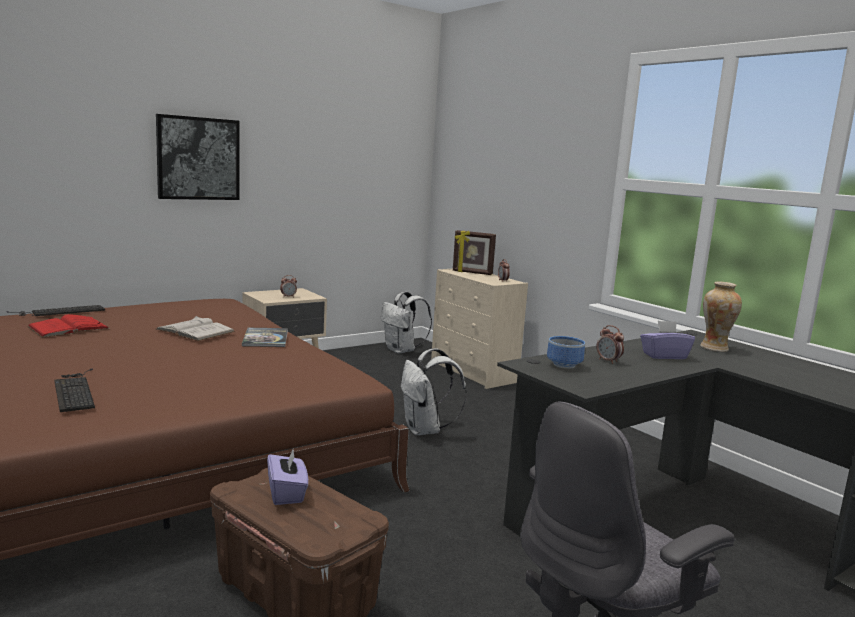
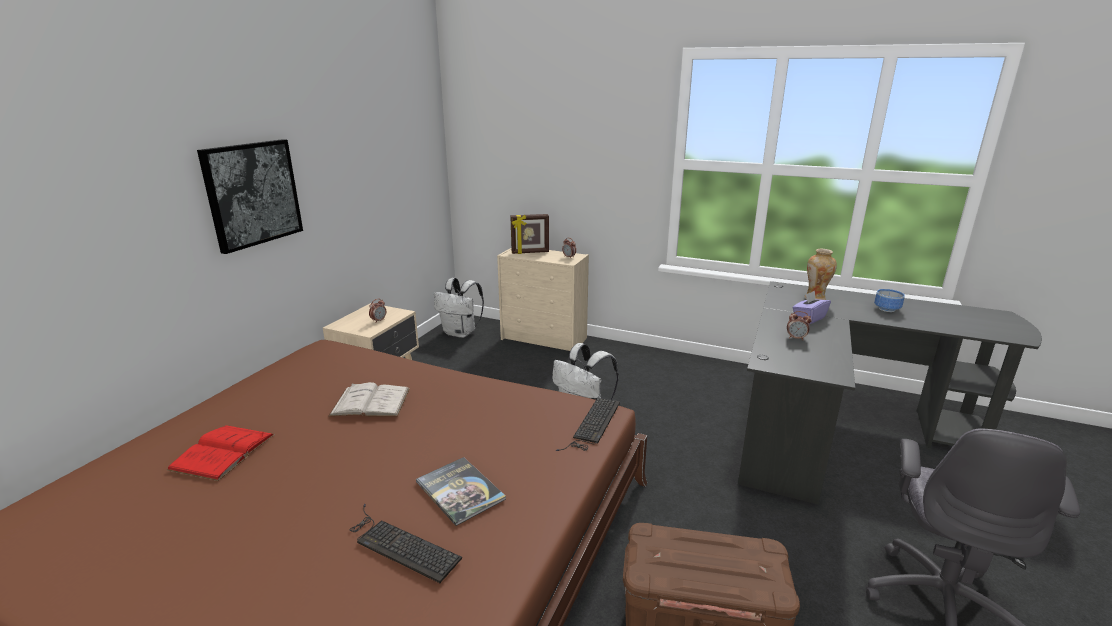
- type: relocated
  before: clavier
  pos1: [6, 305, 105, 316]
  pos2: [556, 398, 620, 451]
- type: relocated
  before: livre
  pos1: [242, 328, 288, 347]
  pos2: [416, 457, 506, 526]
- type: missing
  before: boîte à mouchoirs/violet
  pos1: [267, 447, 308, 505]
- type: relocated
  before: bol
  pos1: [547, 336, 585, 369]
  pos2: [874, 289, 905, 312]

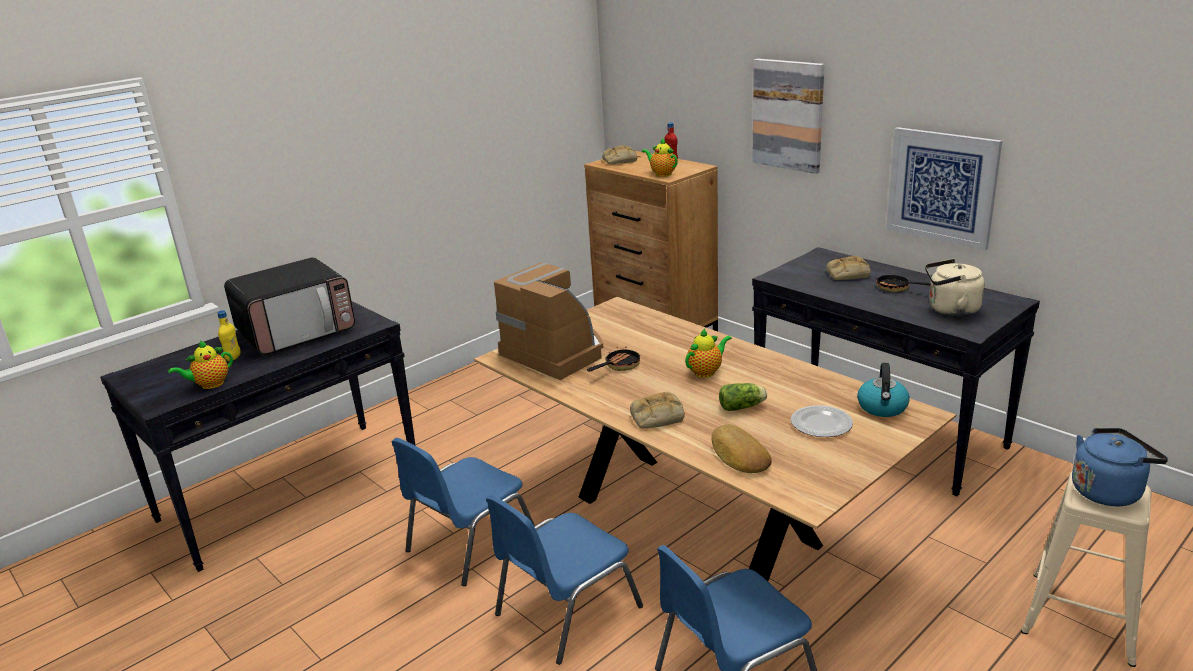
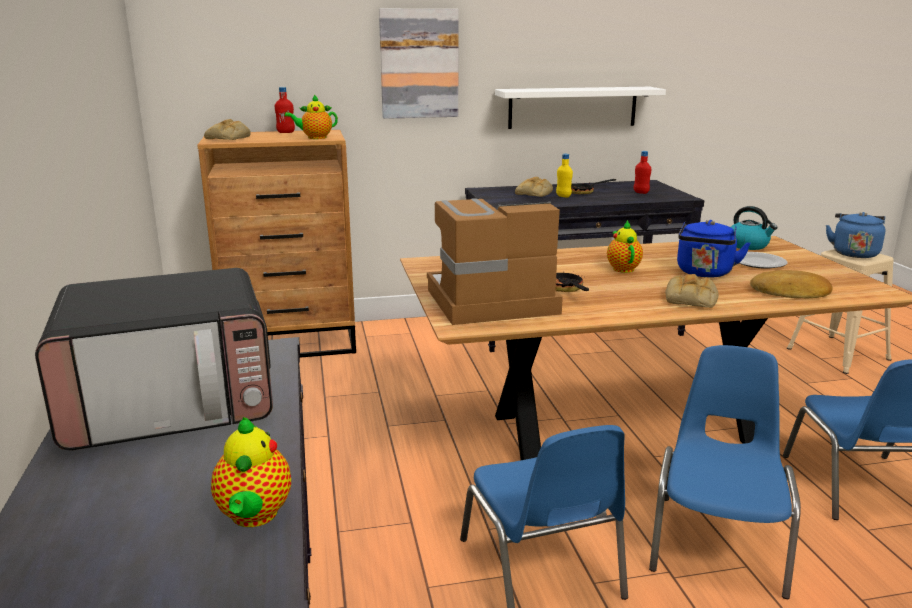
- type: relocated
  before: bouteille/jaune
  pos1: [217, 310, 241, 362]
  pos2: [556, 154, 573, 197]
- type: spun
  before: micro-ondes
  pos1: [224, 257, 355, 355]
  pos2: [35, 268, 273, 451]
  turn: 75
- type: spun
  before: chaise/bleu
  pos1: [486, 495, 643, 665]
  pos2: [649, 345, 801, 599]
  turn: -150
- type: exchanged
  before: laitue
  after: bouilloire/bleu
  pos1: [719, 383, 767, 411]
  pos2: [677, 220, 751, 278]
- type: exchanged
  before: tableau
  after: étagère/blanc
  pos1: [886, 127, 1002, 251]
  pos2: [495, 87, 666, 129]
- type: exchanged
  before: bouilloire/beige
  after: bouteille/rouge
  pos1: [925, 259, 985, 316]
  pos2: [634, 151, 651, 194]

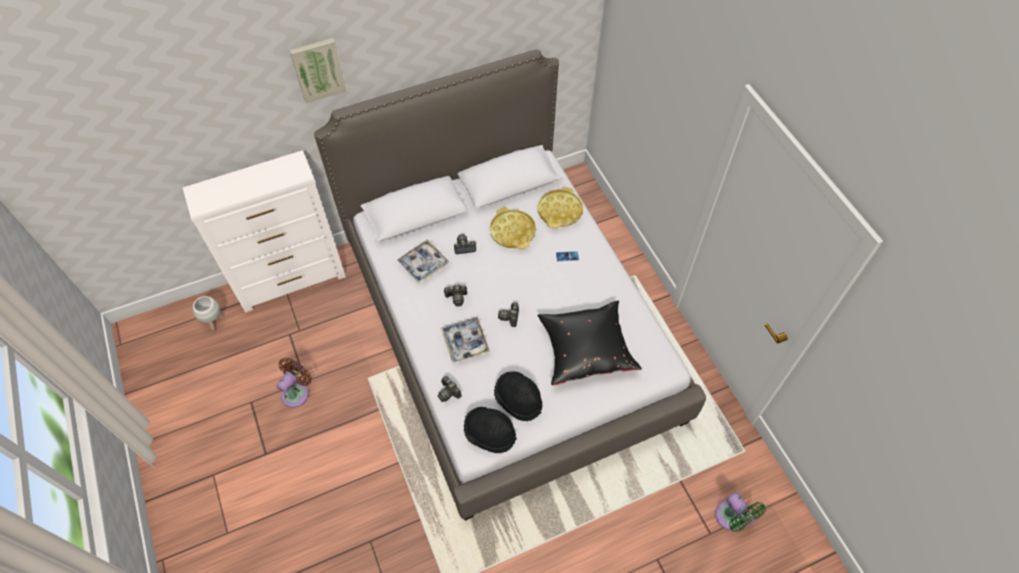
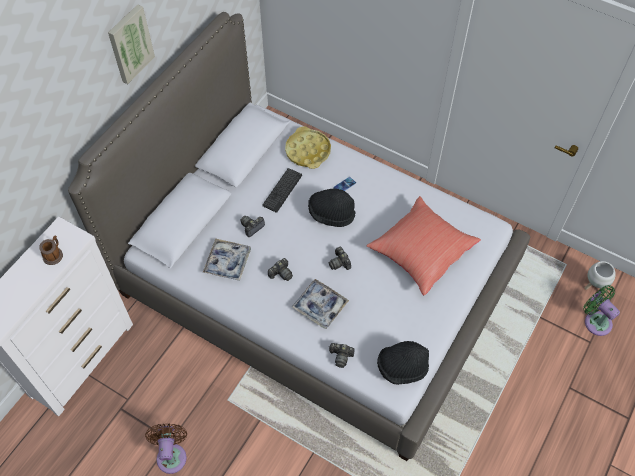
- type: relocated
  before: cache-pot/blanc
  pos1: [192, 296, 223, 330]
  pos2: [585, 261, 616, 292]
- type: relocated
  before: tableau
  pos1: [289, 38, 346, 103]
  pos2: [108, 4, 155, 84]
- type: exchanged
  before: plateau/jaune
  after: clavier
  pos1: [490, 207, 536, 249]
  pos2: [263, 168, 302, 213]
- type: relocated
  before: chapeau/noir
  pos1: [494, 371, 543, 421]
  pos2: [308, 188, 356, 227]
- type: colour
  before: coussin/noir
  after: coussin/rouge
  pos1: [537, 301, 642, 386]
  pos2: [367, 196, 481, 295]
- type: spun
  before: ventilateur/vert
  pos1: [715, 492, 766, 532]
  pos2: [583, 285, 620, 336]
  turn: -150
- type: appeared
  after: mug
  pos2: [39, 236, 63, 265]

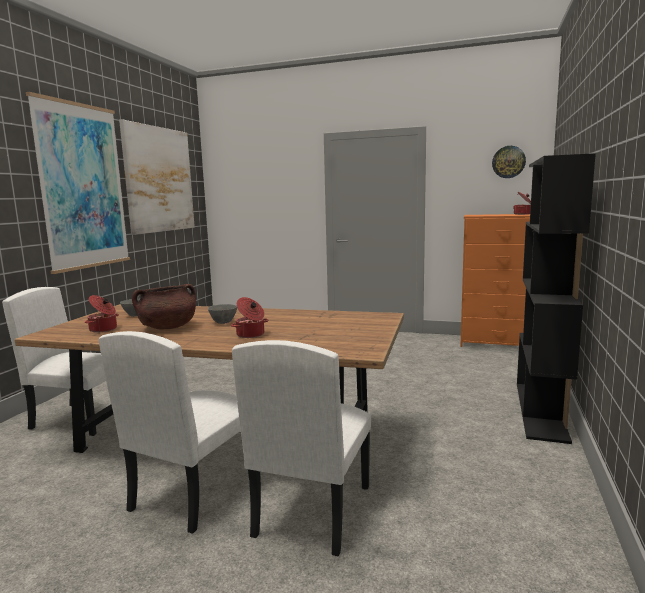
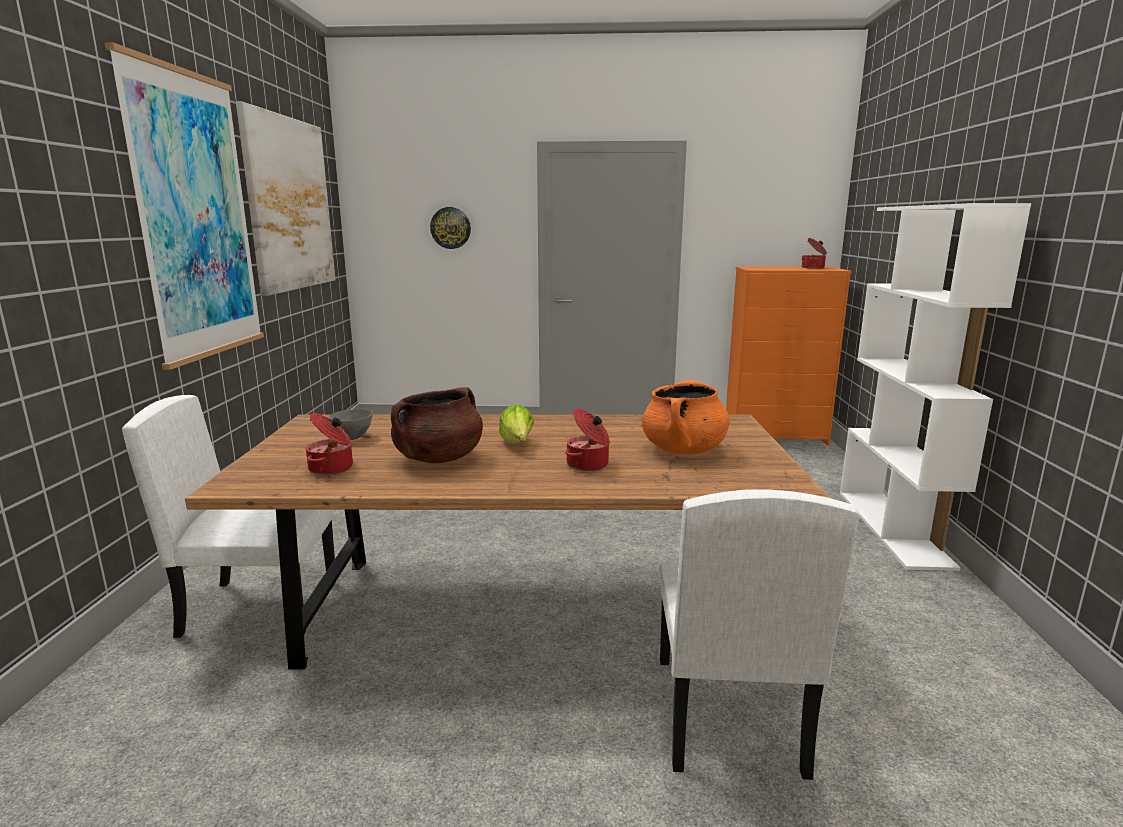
- type: missing
  before: chaise/blanc
  pos1: [99, 331, 241, 534]
- type: exchanged
  before: bol/gris
  after: laitue
  pos1: [208, 304, 237, 324]
  pos2: [499, 404, 534, 444]
- type: relocated
  before: horloge murale
  pos1: [492, 146, 526, 178]
  pos2: [430, 207, 471, 249]
- type: colour
  before: bibliothèque/noir
  after: bibliothèque/blanc
  pos1: [517, 153, 596, 444]
  pos2: [840, 203, 1031, 571]
- type: appeared
  after: marmite/orange
  pos2: [642, 380, 730, 455]

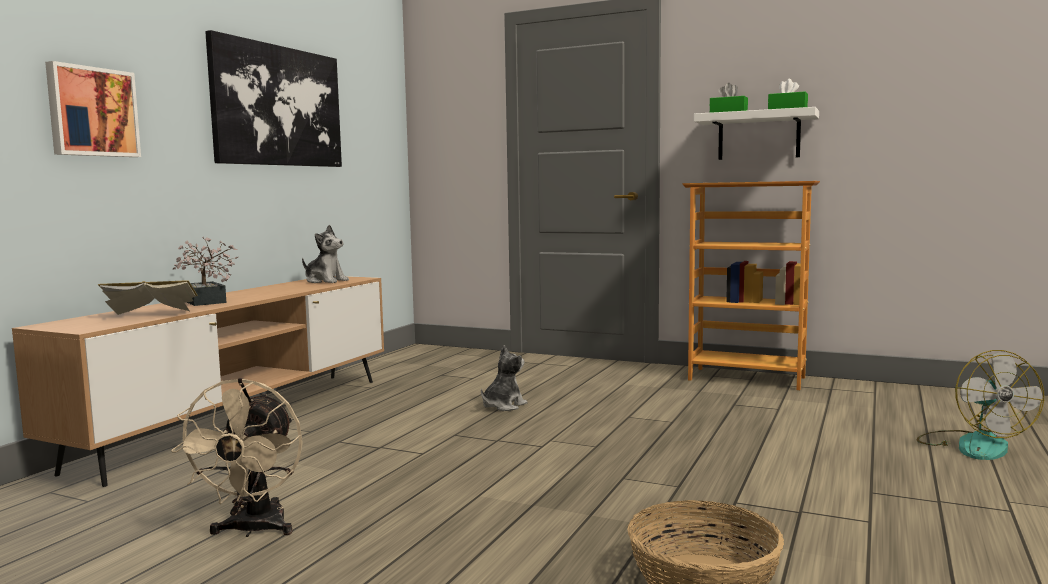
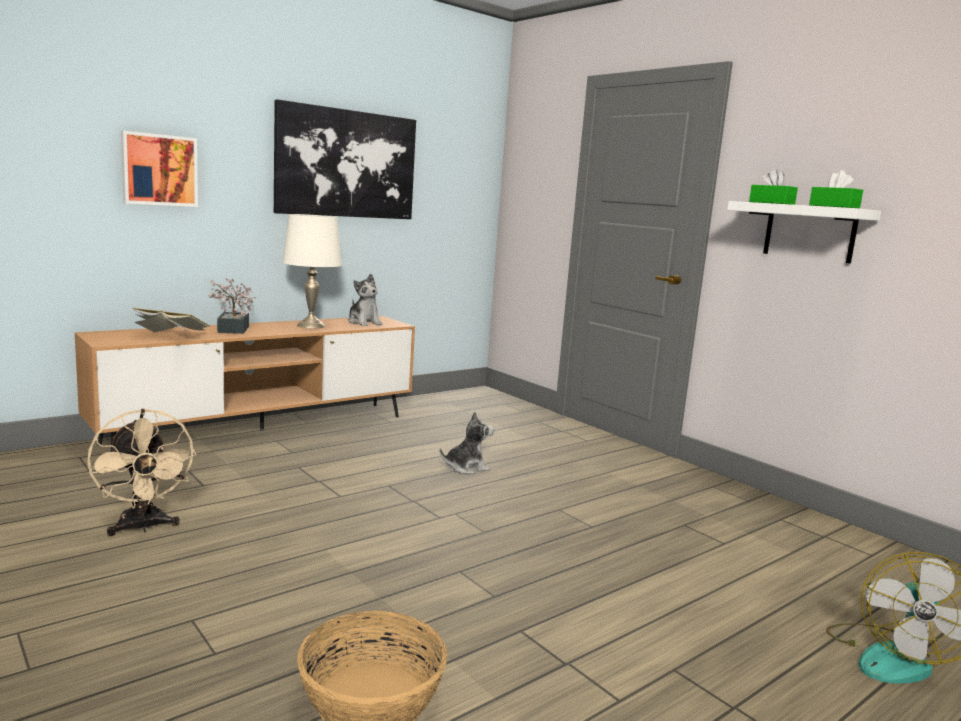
- type: spun
  before: ventilateur/beige
  pos1: [171, 378, 303, 537]
  pos2: [87, 409, 197, 536]
  turn: -60
- type: missing
  before: bibliothèque
  pos1: [682, 181, 820, 390]
- type: appeared
  after: lampe de table/blanc
  pos2: [282, 214, 342, 328]

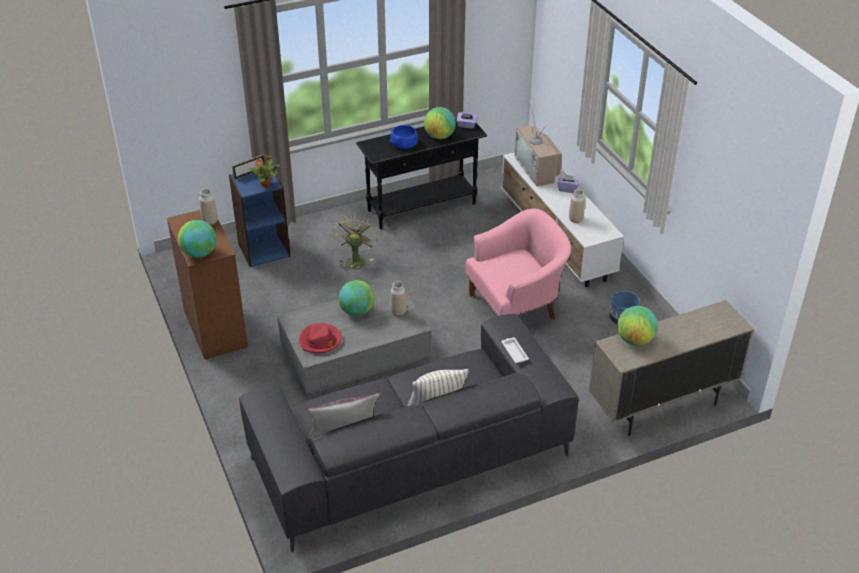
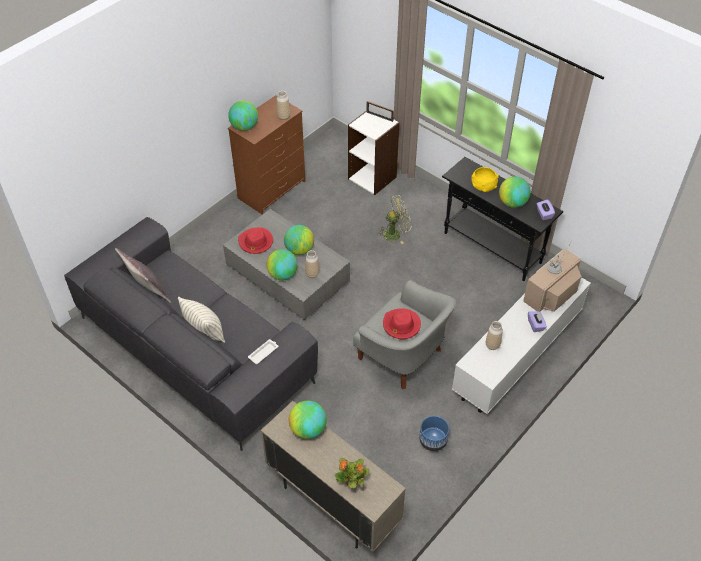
- type: colour
  before: bibliothèque/bleu
  after: bibliothèque/blanc
  pos1: [229, 168, 291, 267]
  pos2: [348, 111, 400, 195]
- type: relocated
  before: plante en pot
  pos1: [249, 155, 280, 187]
  pos2: [335, 458, 370, 489]
- type: colour
  before: bol/bleu
  after: bol/jaune
  pos1: [390, 125, 418, 149]
  pos2: [471, 167, 499, 192]
- type: colour
  before: fauteuil/rose
  after: fauteuil/gris
  pos1: [466, 209, 571, 320]
  pos2: [353, 280, 456, 389]
- type: appeared
  after: globe
  pos2: [266, 249, 298, 280]
- type: appeared
  after: chapeau/rouge
  pos2: [383, 308, 421, 339]

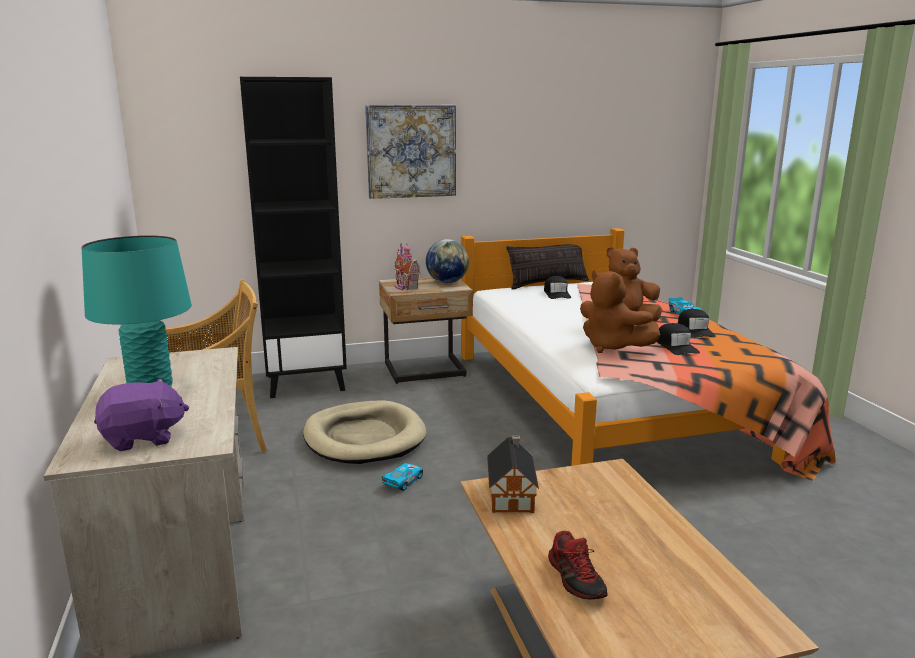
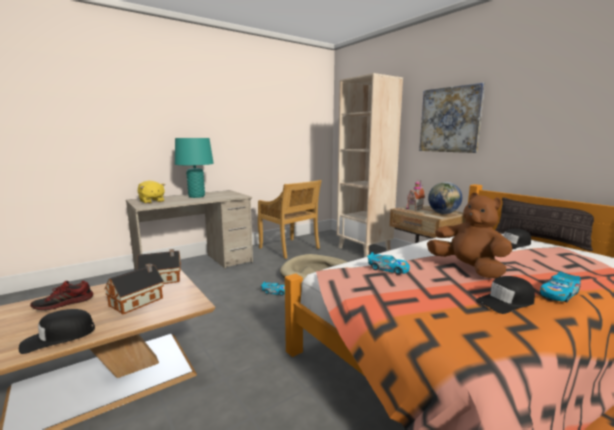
- type: colour
  before: peluche/violet
  after: peluche/jaune
  pos1: [94, 378, 189, 451]
  pos2: [138, 181, 165, 204]
- type: colour
  before: bibliothèque/noir
  after: bibliothèque/beige
  pos1: [240, 77, 347, 398]
  pos2: [337, 73, 403, 257]
- type: exchanged
  before: peluche/marron
  after: petite voiture
  pos1: [580, 270, 660, 353]
  pos2: [367, 252, 410, 275]
- type: relocated
  before: casquette/noir
  pos1: [656, 323, 700, 355]
  pos2: [19, 309, 95, 354]
- type: appeared
  after: maison miniature
  pos2: [104, 263, 164, 315]

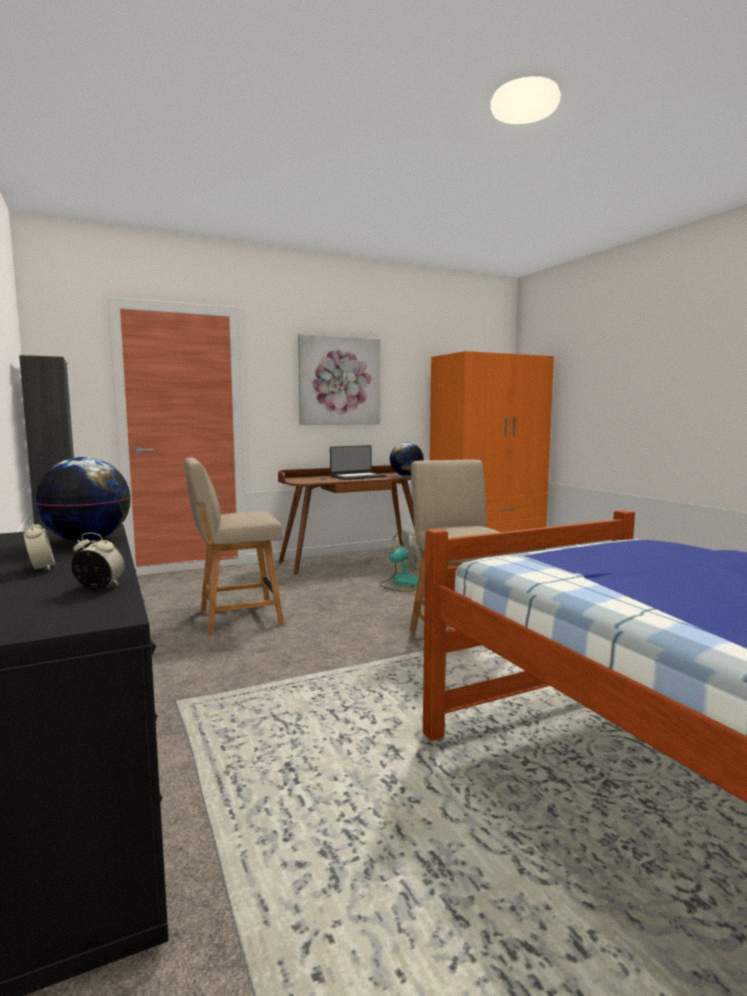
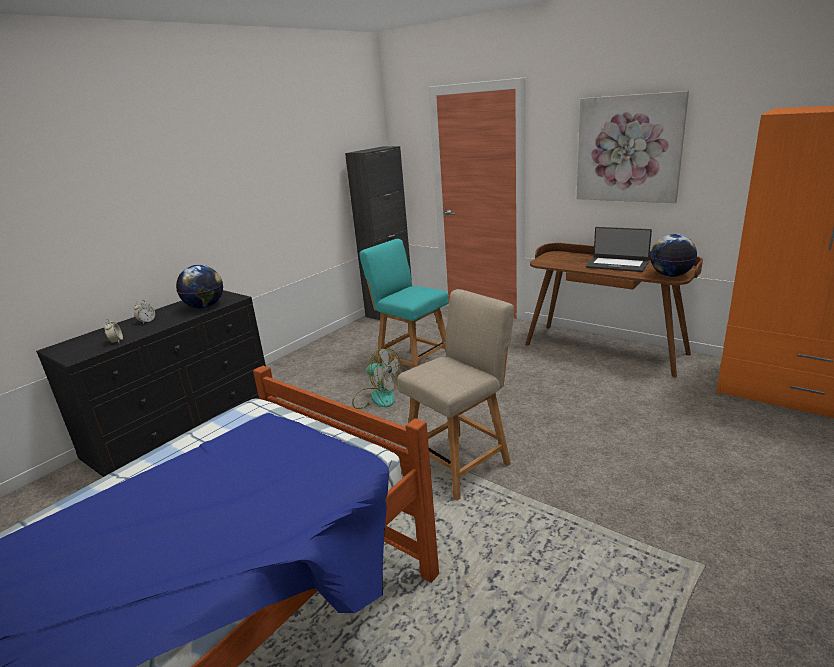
- type: colour
  before: chaise/beige
  after: chaise/turquoise
  pos1: [184, 458, 284, 635]
  pos2: [359, 239, 449, 368]
- type: relocated
  before: ventilateur
  pos1: [380, 530, 423, 592]
  pos2: [352, 347, 402, 409]

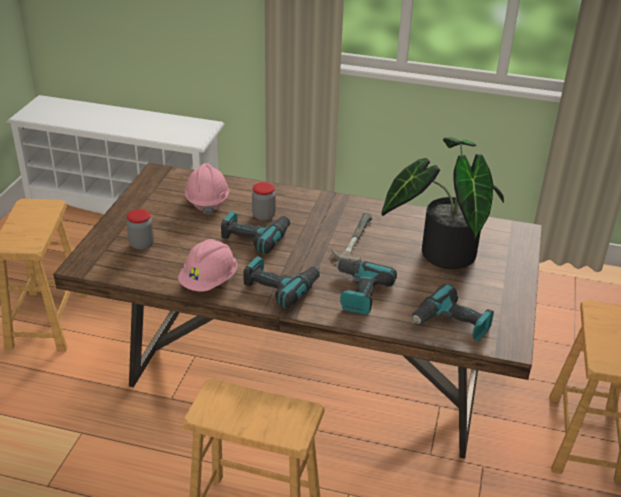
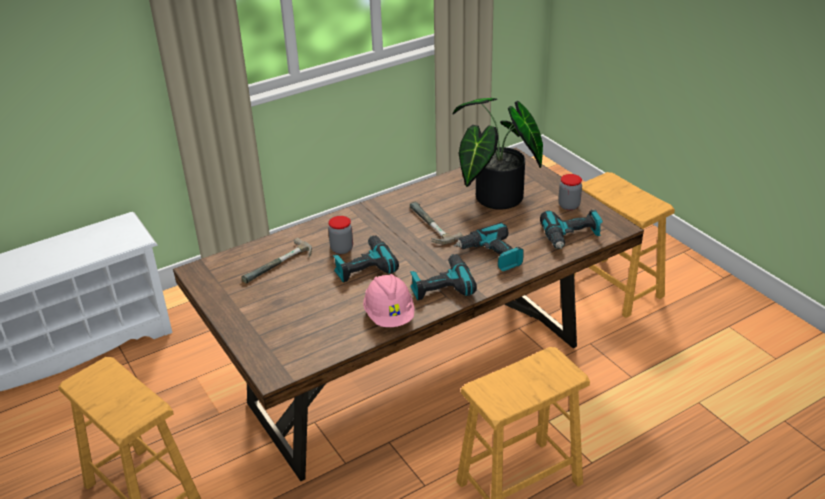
- type: relocated
  before: bocal
  pos1: [127, 209, 154, 250]
  pos2: [558, 174, 582, 210]
- type: exchanged
  before: casque de chantier/rose
  after: marteau
  pos1: [185, 163, 229, 215]
  pos2: [241, 238, 312, 283]

